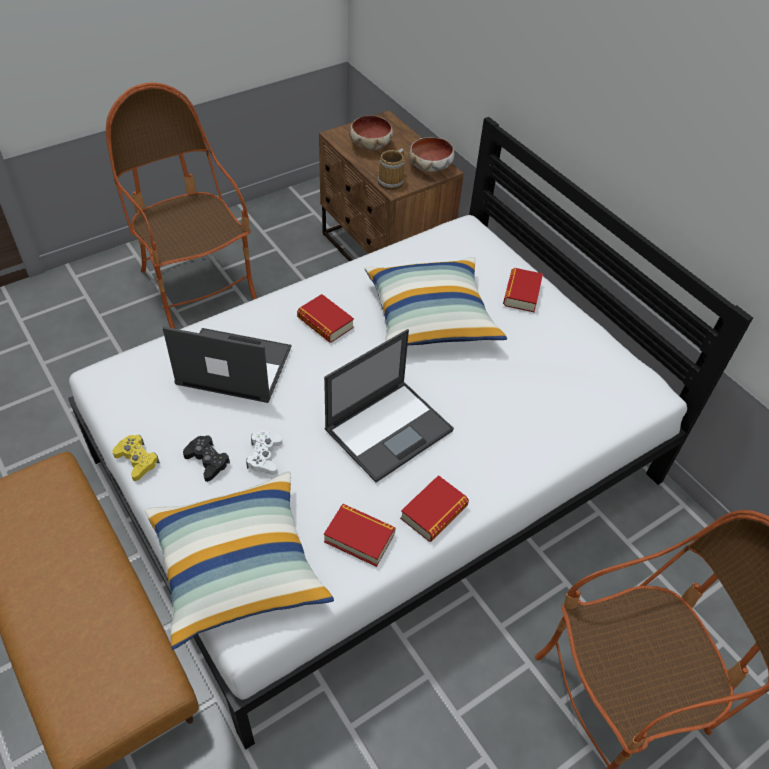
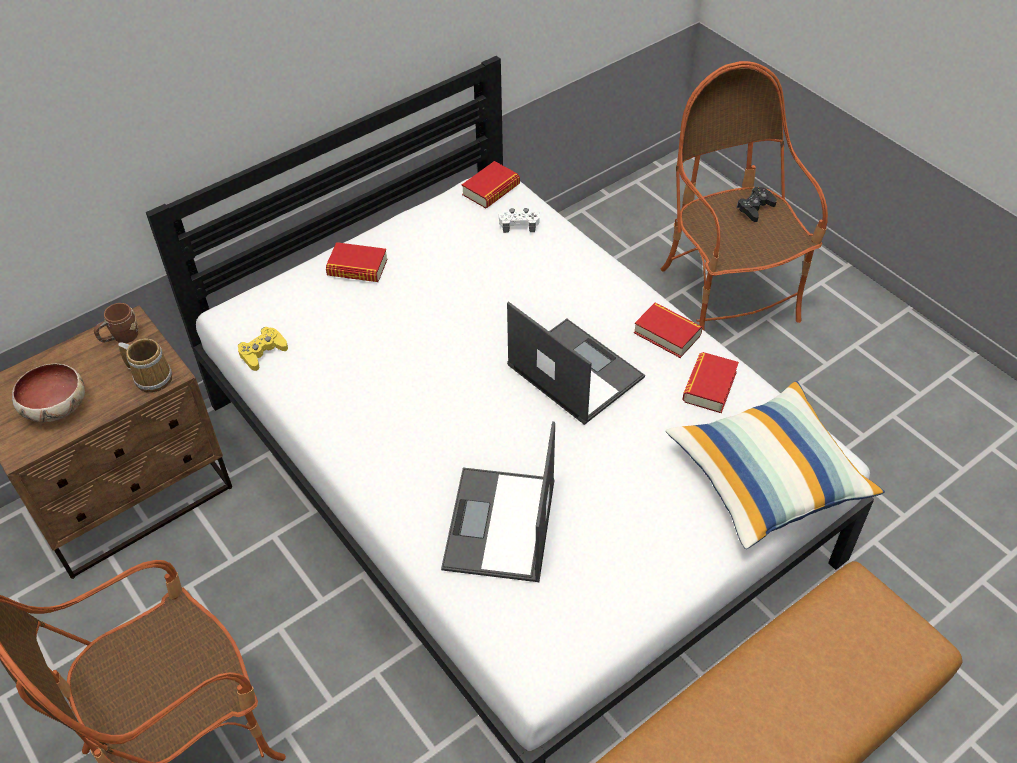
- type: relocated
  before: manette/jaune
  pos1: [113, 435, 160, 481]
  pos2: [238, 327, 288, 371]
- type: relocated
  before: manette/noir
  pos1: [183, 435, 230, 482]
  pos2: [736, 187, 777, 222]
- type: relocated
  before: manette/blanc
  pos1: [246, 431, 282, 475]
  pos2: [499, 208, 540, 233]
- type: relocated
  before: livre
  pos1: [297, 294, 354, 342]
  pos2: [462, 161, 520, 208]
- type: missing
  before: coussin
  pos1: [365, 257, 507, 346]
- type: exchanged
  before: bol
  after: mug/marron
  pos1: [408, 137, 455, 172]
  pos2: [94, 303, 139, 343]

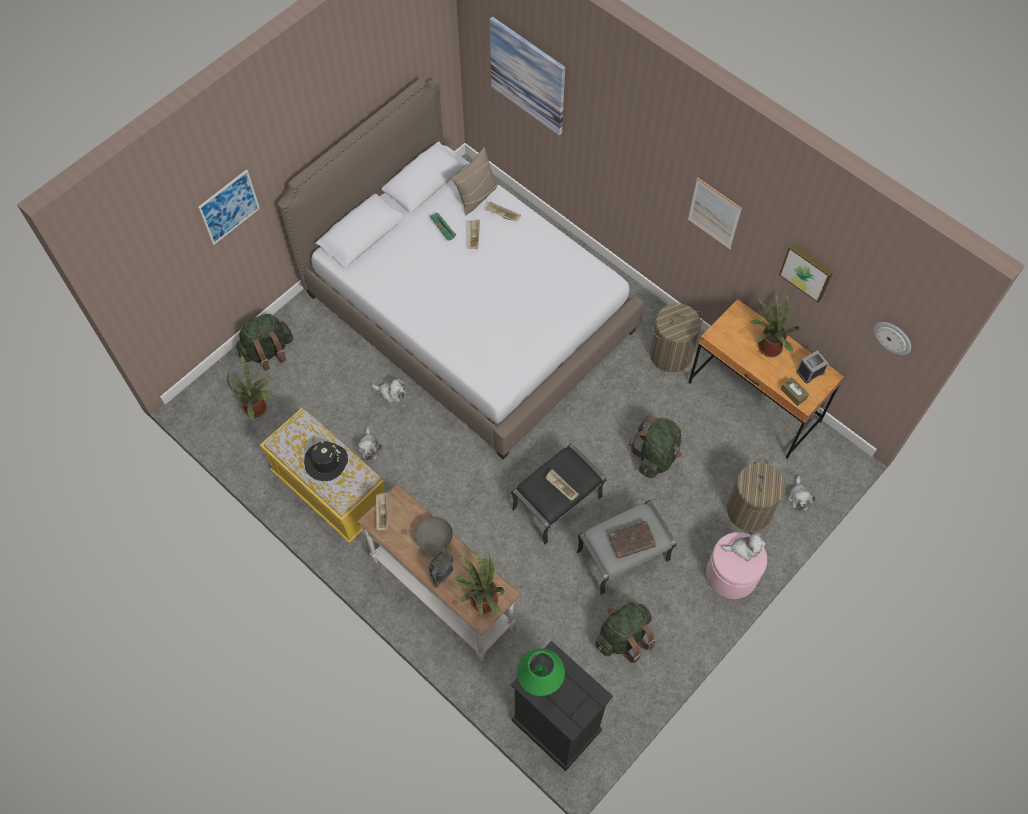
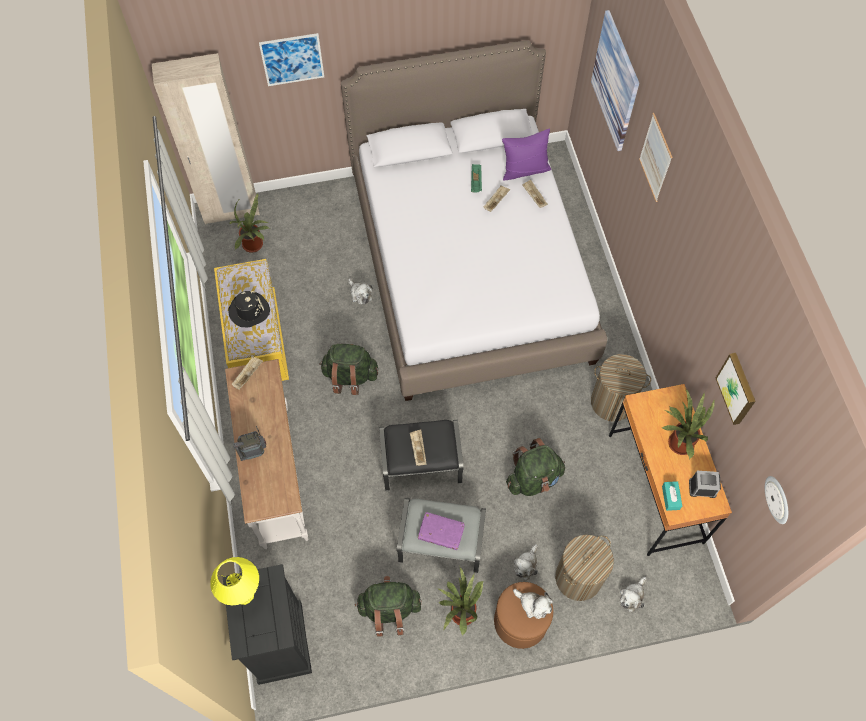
- type: relocated
  before: sac à dos/vert
  pos1: [236, 314, 293, 371]
  pos2: [320, 343, 378, 395]
- type: relocated
  before: peluche
  pos1: [358, 426, 382, 460]
  pos2: [514, 544, 538, 580]
- type: missing
  before: bol/gris
  pos1: [415, 517, 453, 552]
- type: colour
  before: coussin/beige
  after: coussin/violet
  pos1: [451, 147, 499, 216]
  pos2: [502, 129, 551, 180]
- type: relocated
  before: plante en pot
  pos1: [452, 549, 504, 617]
  pos2: [438, 567, 483, 636]
- type: colour
  before: lampe de table/vert
  after: lampe de table/jaune
  pos1: [517, 648, 565, 696]
  pos2: [210, 557, 259, 605]
- type: colour
  before: livre/marron
  after: livre/violet
  pos1: [609, 521, 656, 559]
  pos2: [418, 512, 465, 550]
- type: relocated
  before: tableau
  pos1: [688, 177, 742, 250]
  pos2: [639, 113, 672, 202]
- type: colour
  before: pouf/rose
  after: pouf/marron
  pos1: [706, 532, 767, 599]
  pos2: [494, 582, 553, 649]
- type: colour
  before: boîte à mouchoirs/marron
  after: boîte à mouchoirs/turquoise
  pos1: [781, 377, 809, 406]
  pos2: [662, 481, 682, 511]
- type: appeared
  after: armoire/beige
  pos2: [152, 53, 260, 224]

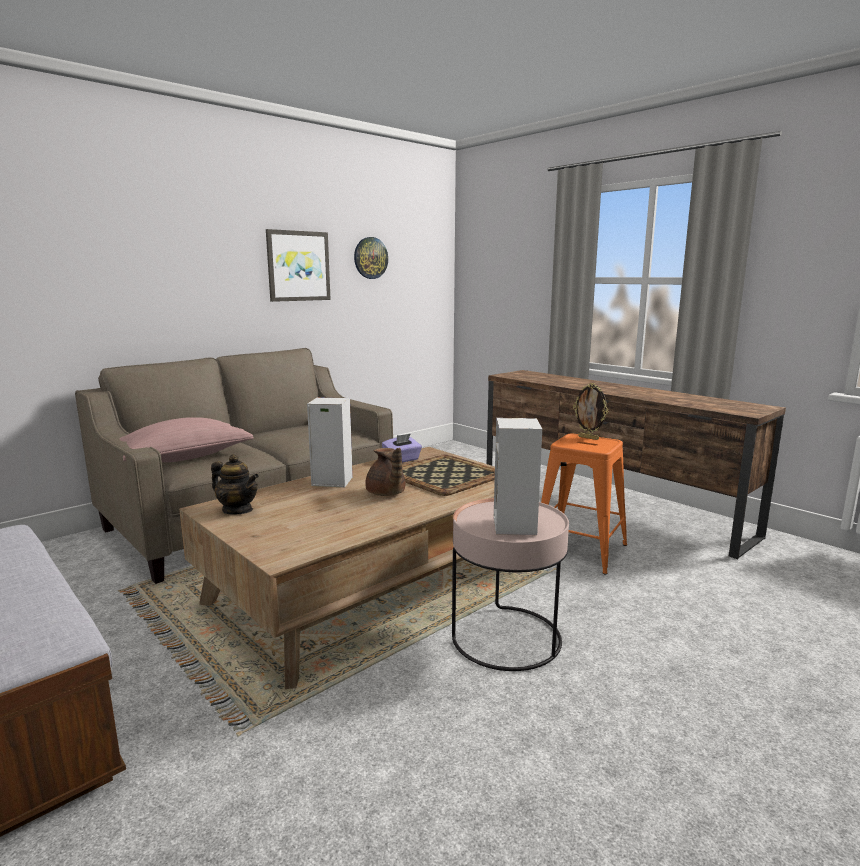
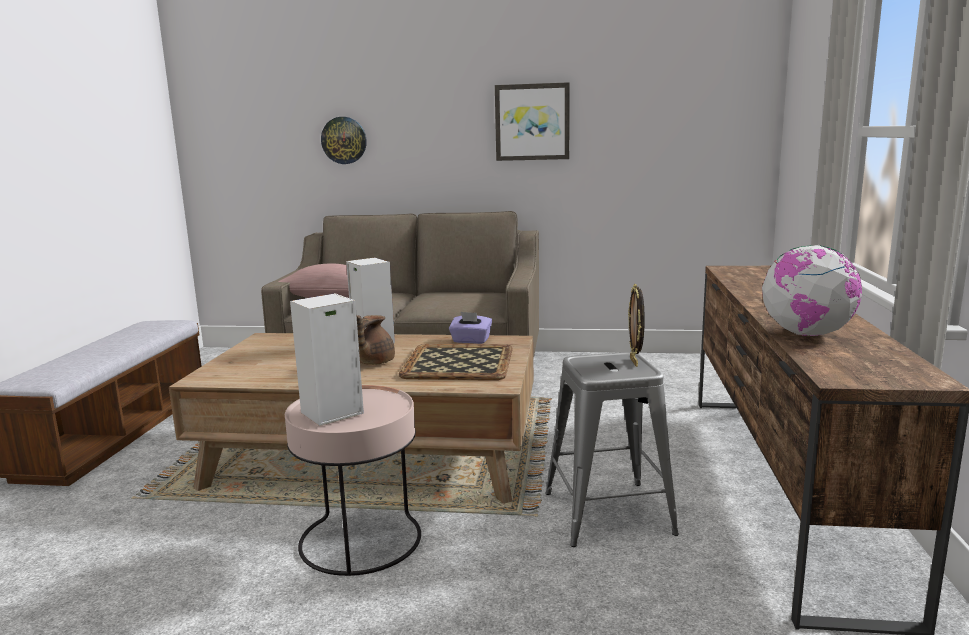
- type: missing
  before: théière
  pos1: [211, 454, 259, 515]
- type: relocated
  before: horloge murale
  pos1: [354, 237, 388, 279]
  pos2: [321, 117, 367, 164]
- type: colour
  before: tabouret/orange
  after: tabouret/gris
  pos1: [541, 434, 627, 575]
  pos2: [546, 352, 679, 547]
- type: appeared
  after: globe
  pos2: [762, 245, 862, 336]

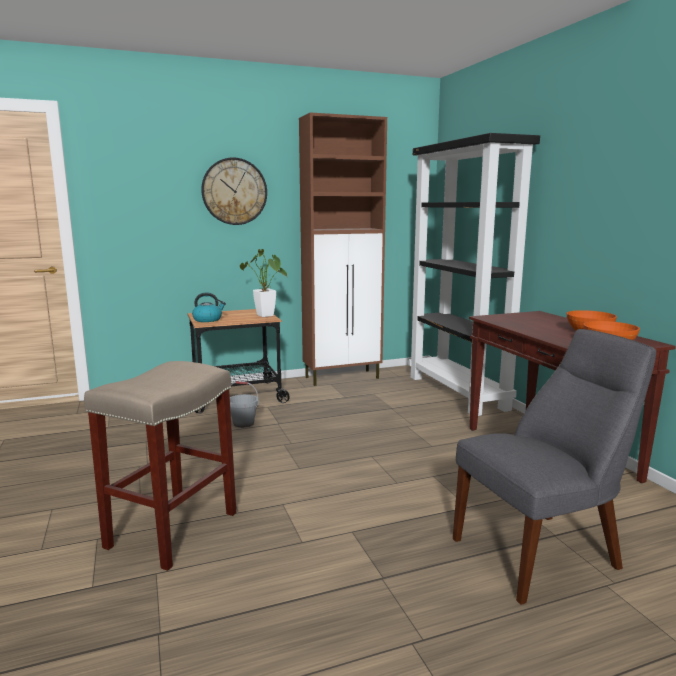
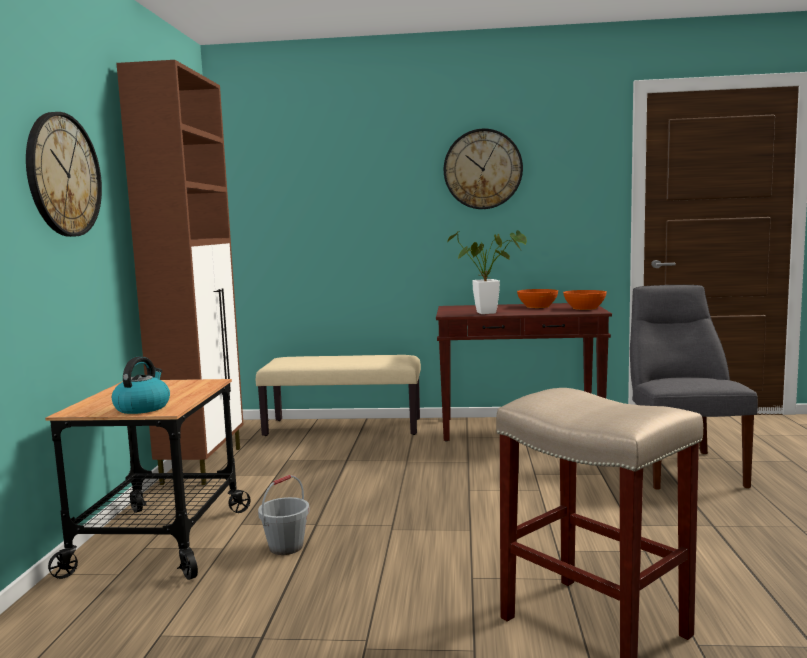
- type: relocated
  before: plante en pot
  pos1: [240, 249, 287, 317]
  pos2: [447, 230, 527, 314]
- type: exchanged
  before: bibliothèque/noir
  after: banc/beige
  pos1: [408, 133, 540, 416]
  pos2: [256, 355, 421, 436]
- type: appeared
  after: horloge murale
  pos2: [444, 129, 523, 209]

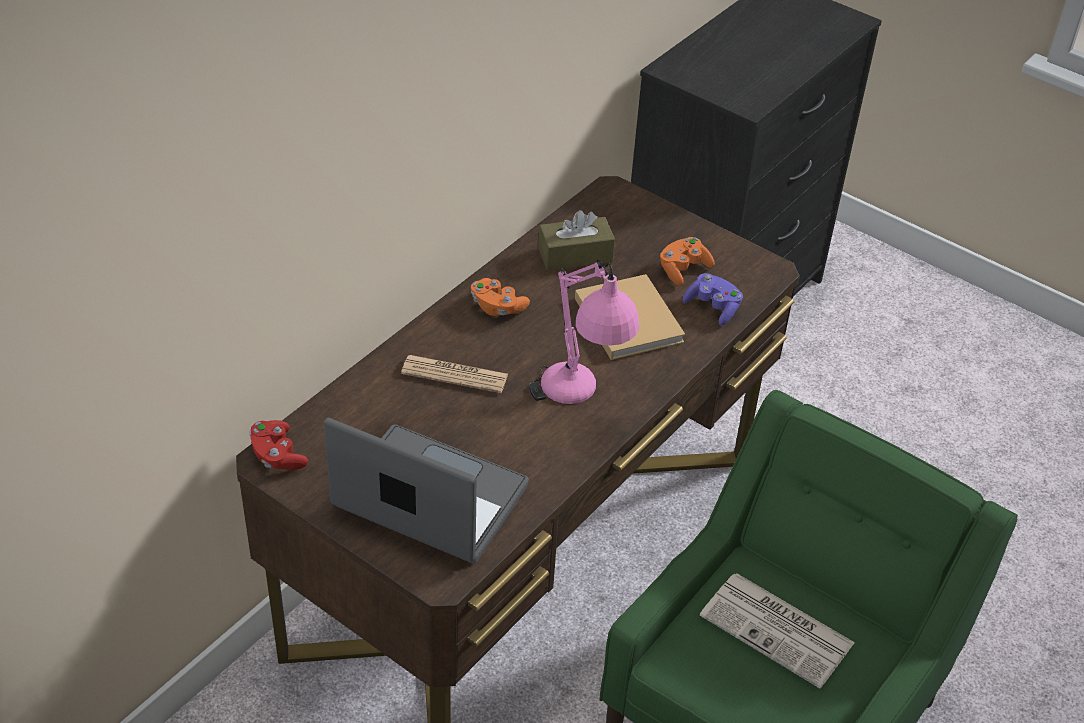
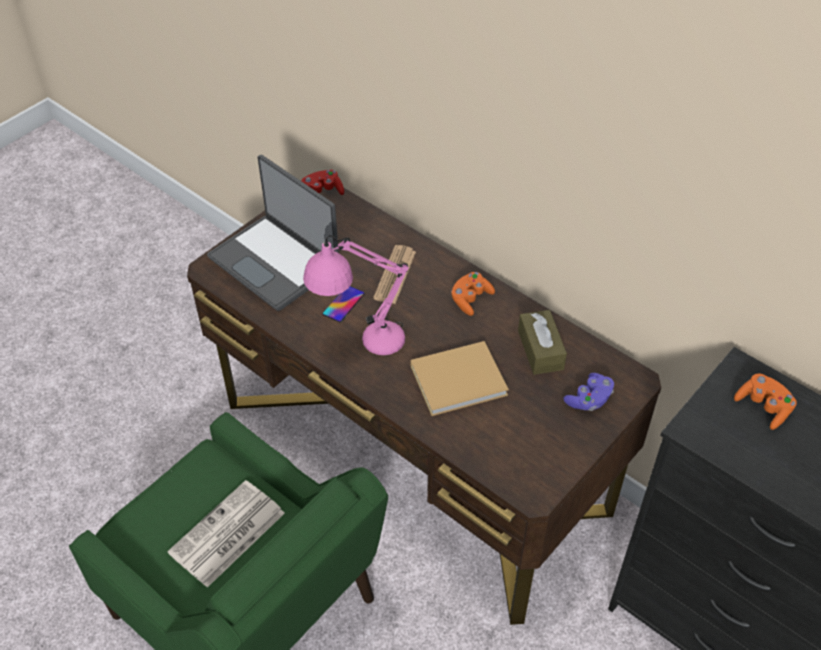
- type: spun
  before: ordinateur portable
  pos1: [324, 418, 529, 564]
  pos2: [207, 155, 339, 311]
  turn: 105
- type: relocated
  before: manette/orange
  pos1: [660, 237, 715, 286]
  pos2: [734, 373, 797, 430]
- type: relocated
  before: manette/violet
  pos1: [683, 273, 743, 326]
  pos2: [563, 373, 614, 411]
- type: appeared
  after: téléphone
  pos2: [323, 286, 365, 322]

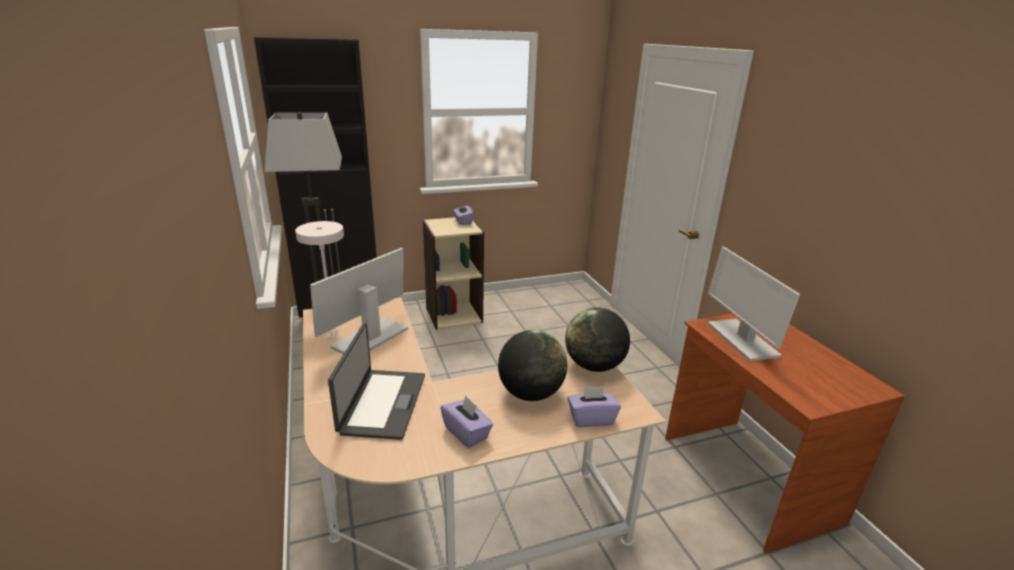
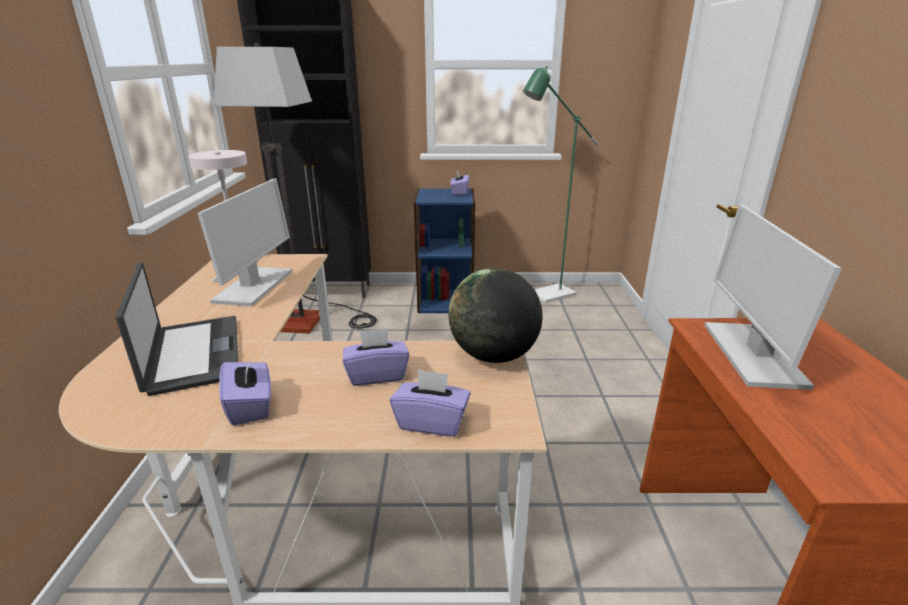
- type: spun
  before: écran d'ordinateur
  pos1: [310, 248, 408, 355]
  pos2: [198, 178, 292, 306]
  turn: 135
- type: spun
  before: ordinateur portable
  pos1: [328, 323, 425, 440]
  pos2: [116, 263, 238, 396]
  turn: -45
- type: colour
  before: bibliothèque/beige
  after: bibliothèque/bleu
  pos1: [423, 217, 484, 330]
  pos2: [414, 188, 475, 313]
- type: exchanged
  before: globe
  after: boîte à mouchoirs/violet
  pos1: [498, 330, 567, 401]
  pos2: [343, 328, 409, 386]
- type: appeared
  after: lampadaire/vert
  pos2: [523, 66, 599, 303]

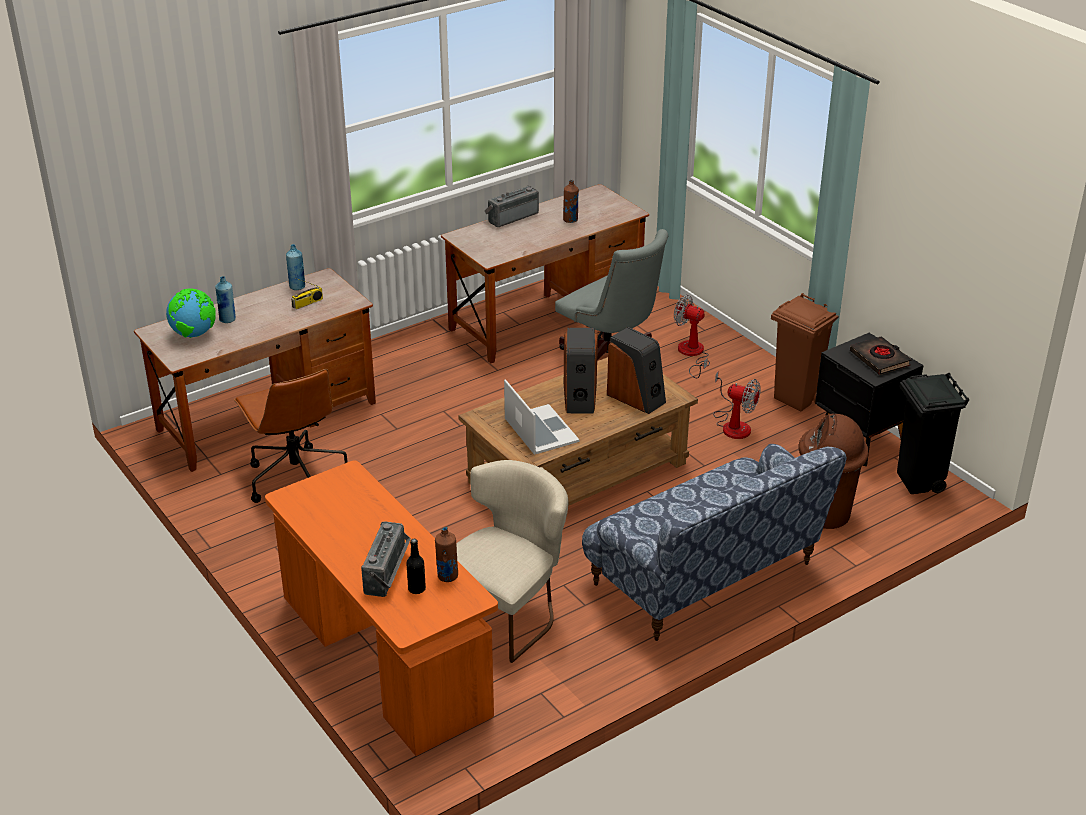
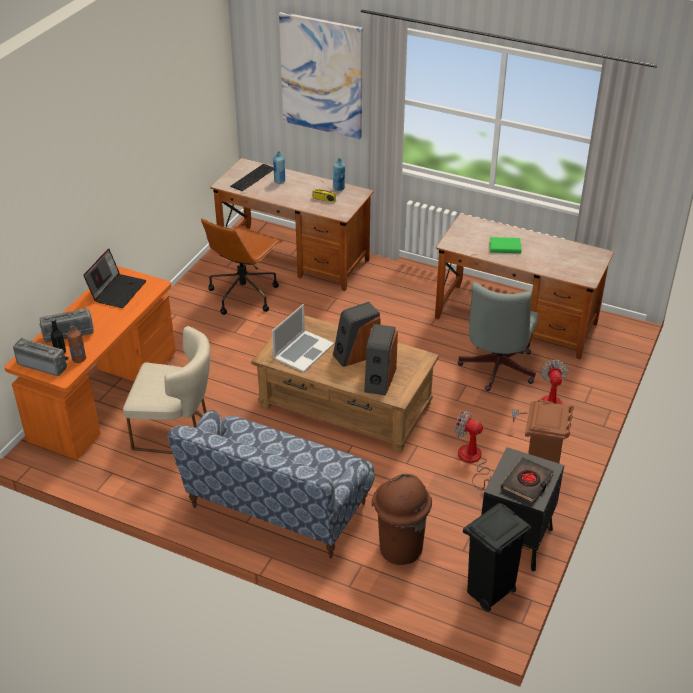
- type: exchanged
  before: globe
  after: clavier
  pos1: [166, 289, 216, 338]
  pos2: [230, 164, 274, 191]
- type: relocated
  before: radio
  pos1: [485, 186, 539, 227]
  pos2: [13, 338, 69, 376]
- type: missing
  before: bouteille/marron
  pos1: [563, 180, 579, 223]
- type: spun
  before: ventilateur
  pos1: [713, 371, 761, 439]
  pos2: [455, 409, 491, 490]
  turn: 120
- type: appeared
  after: ordinateur portable
  pos2: [83, 249, 146, 308]
- type: appeared
  after: tableau
  pos2: [279, 12, 363, 139]
- type: appeared
  after: livre/vert
  pos2: [490, 237, 522, 253]

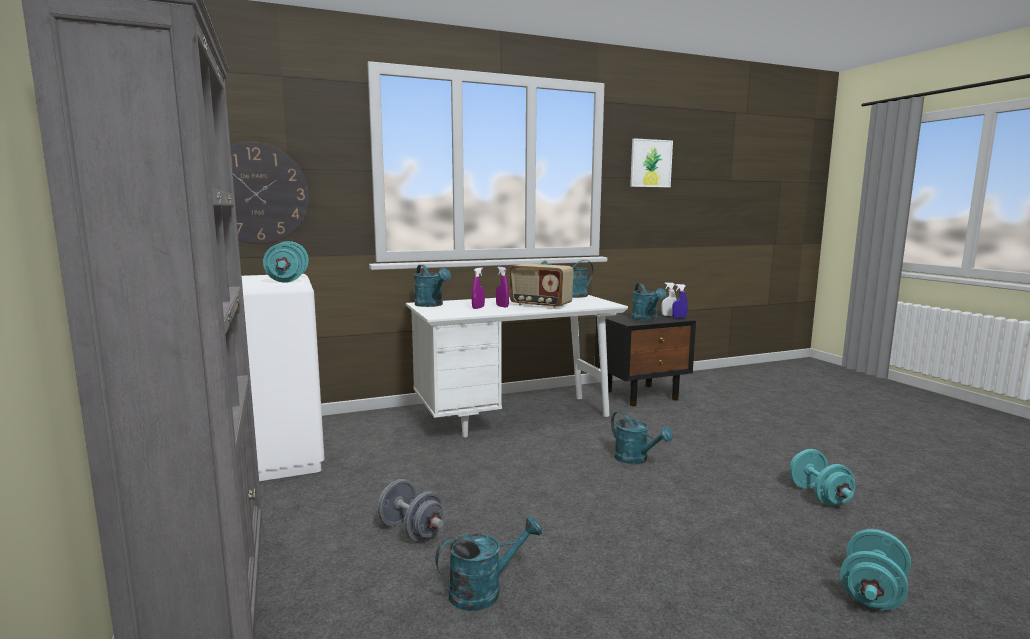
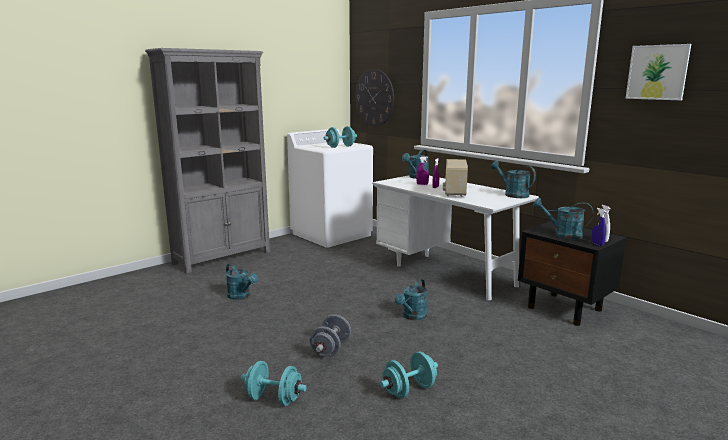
- type: relocated
  before: haltère/gris
  pos1: [378, 479, 445, 541]
  pos2: [310, 314, 351, 358]
- type: spun
  before: arrosoir/turquoise
  pos1: [631, 283, 667, 321]
  pos2: [533, 198, 593, 239]
  turn: 60

